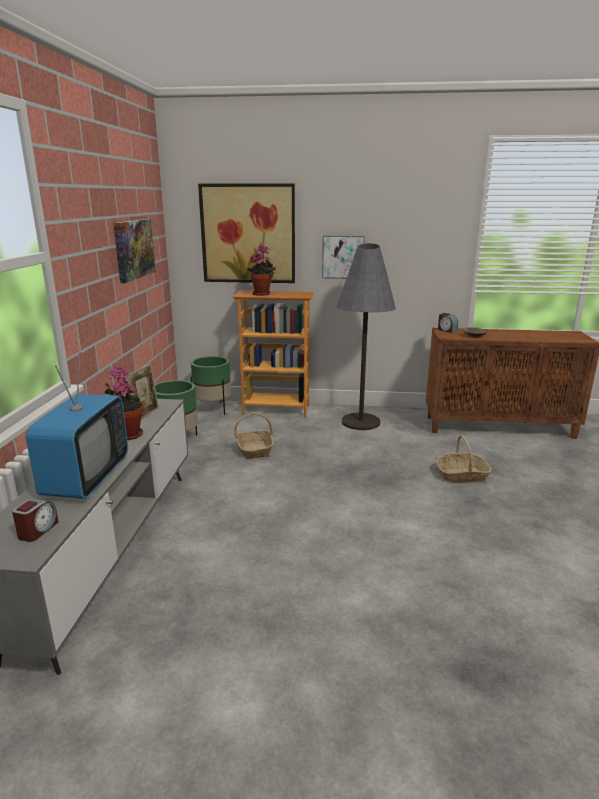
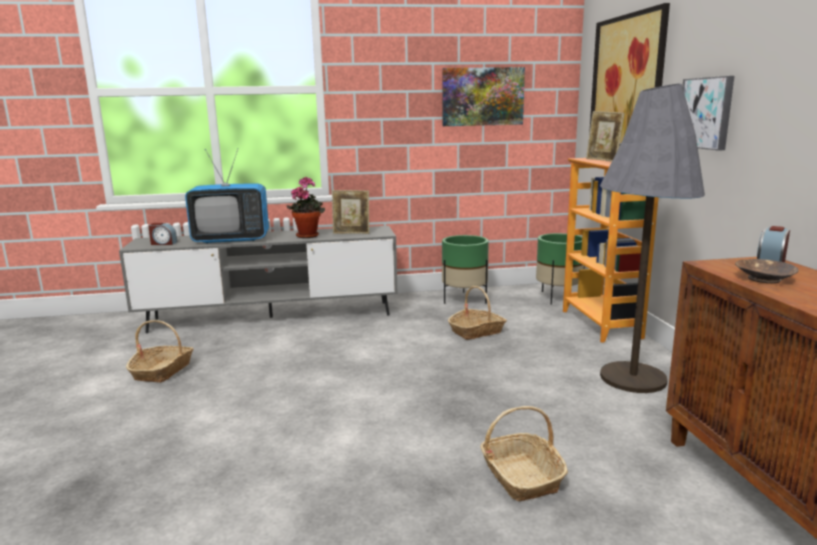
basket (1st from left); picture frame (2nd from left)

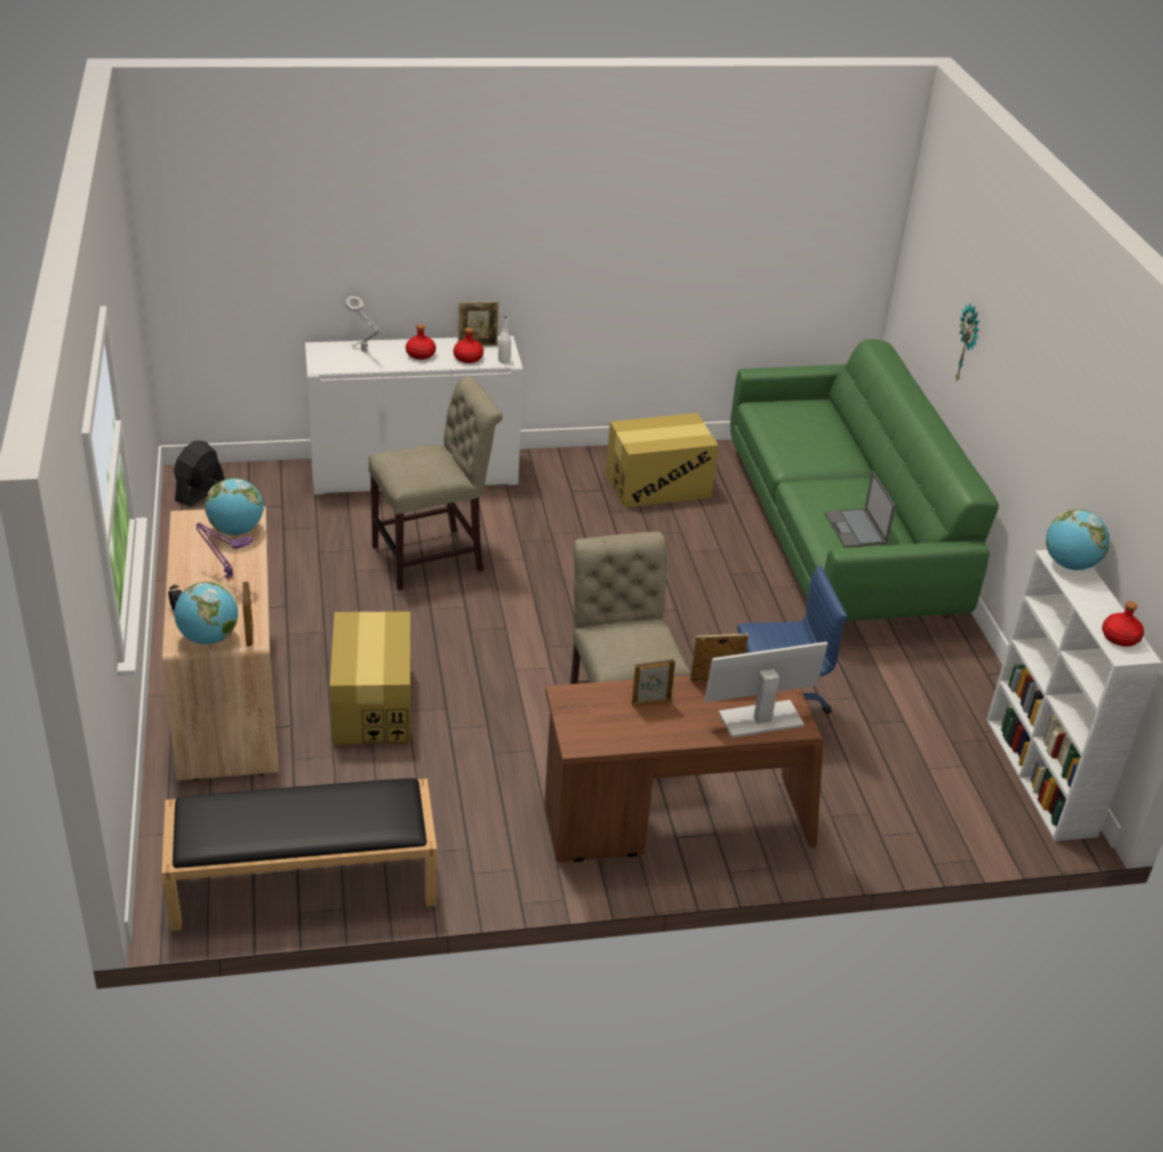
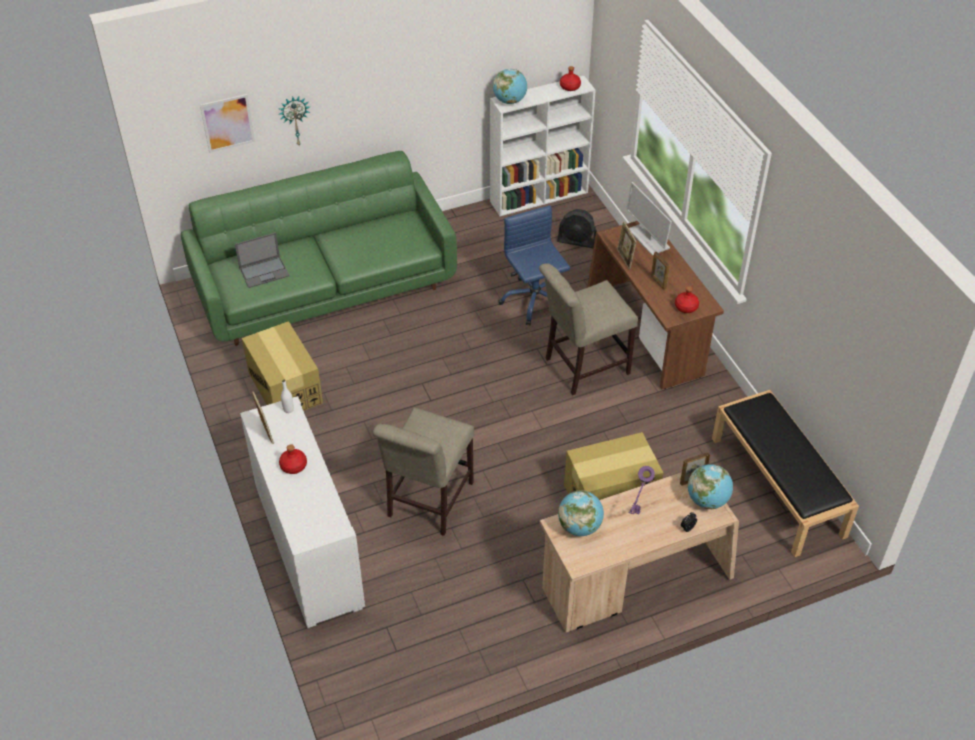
grey table lamp; picture; black fan; red bottle (3rd from left); laptop; beige chair (1st from left)

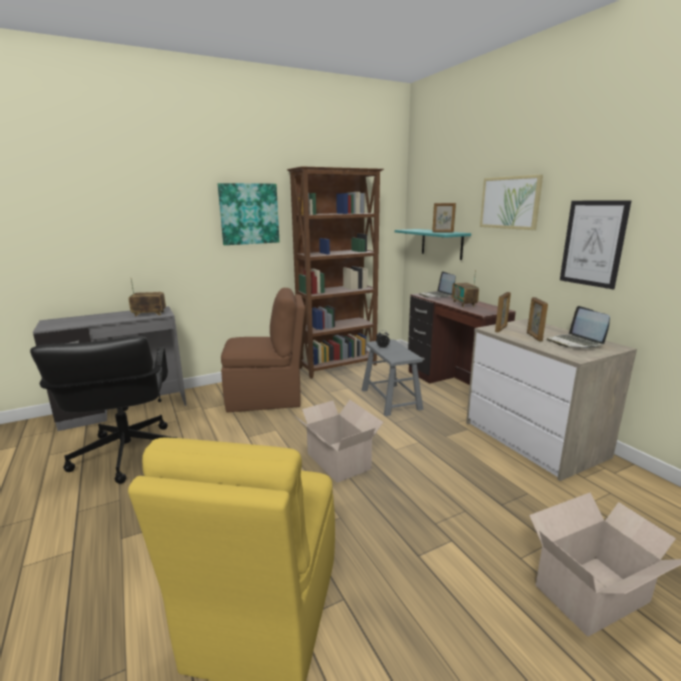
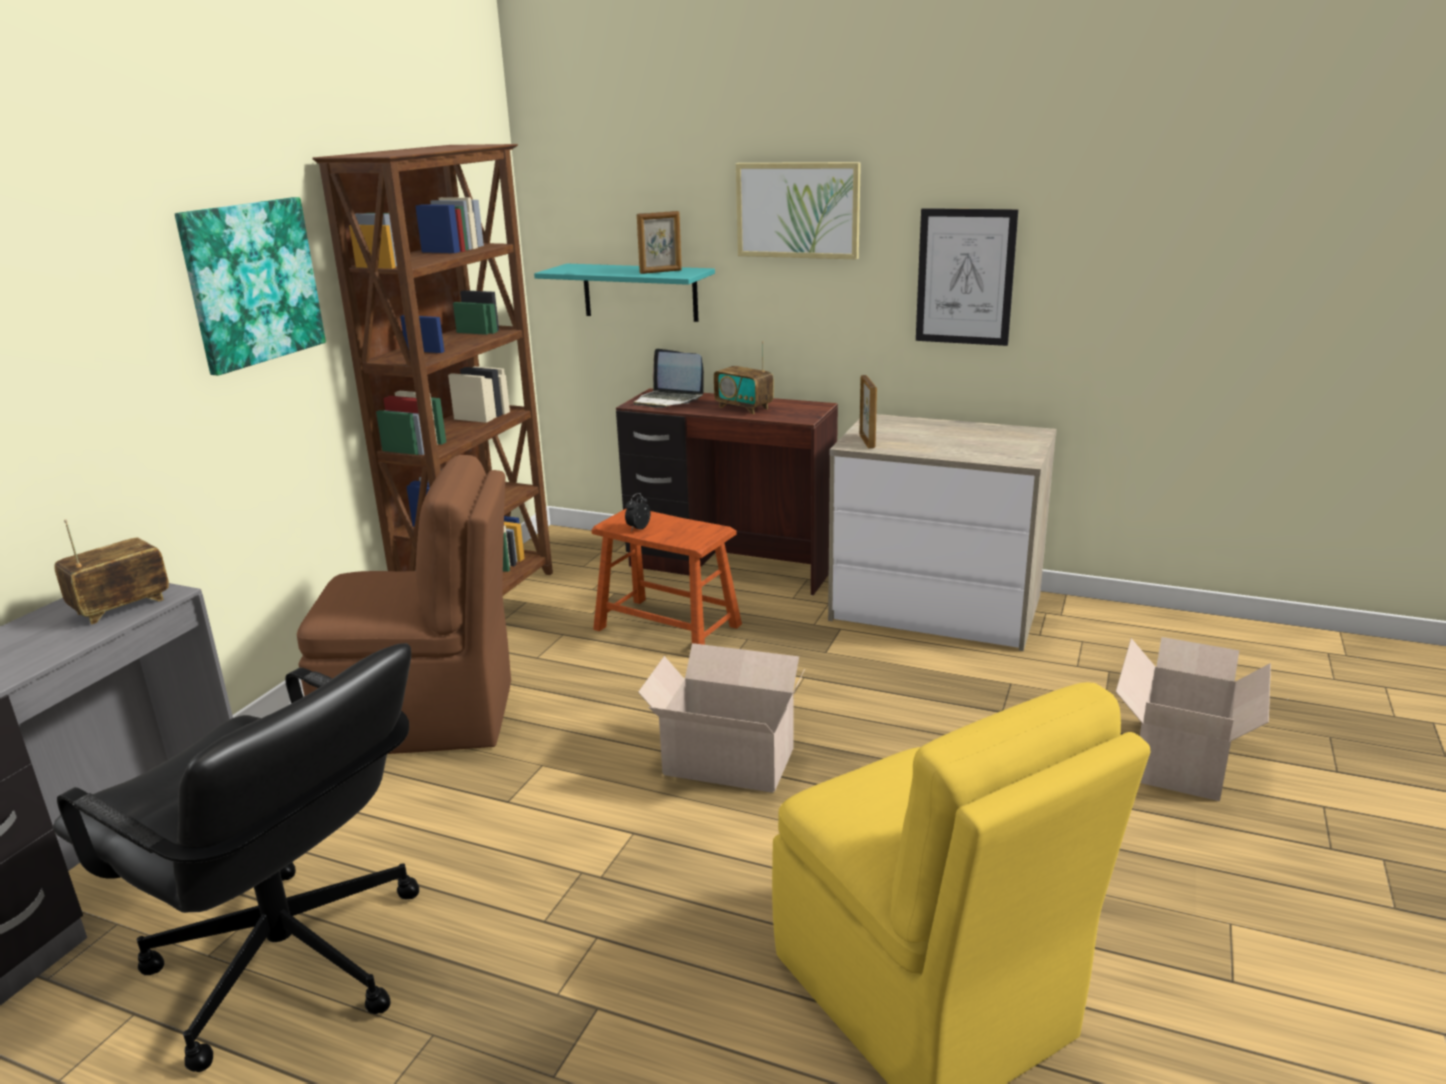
picture frame (3rd from left in the first image); laptop (2nd from left in the first image); brown stool; brown chair

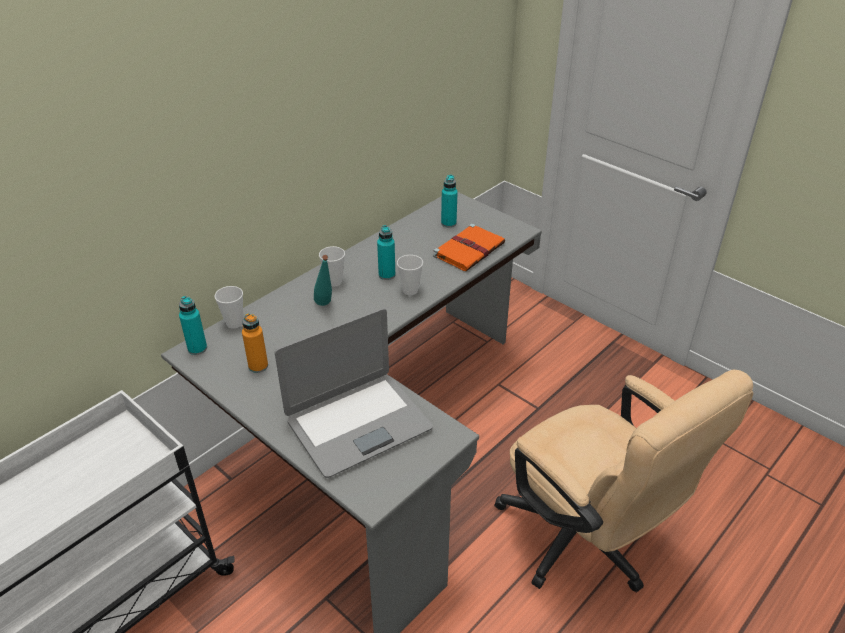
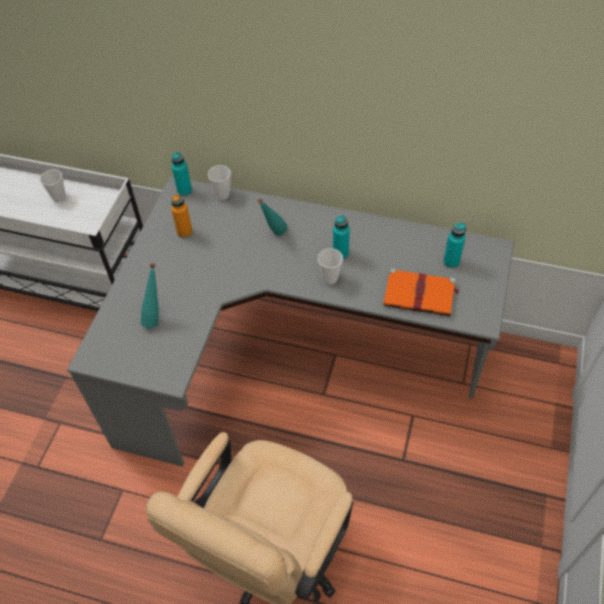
cup (1st from left); turquoise bottle (1st from left)

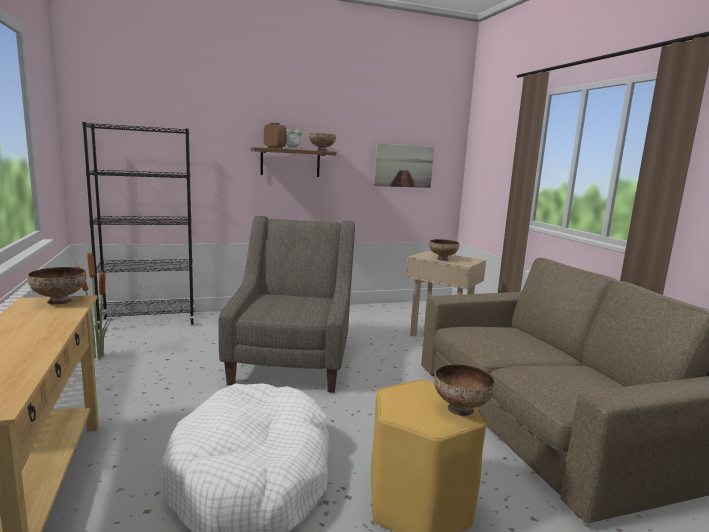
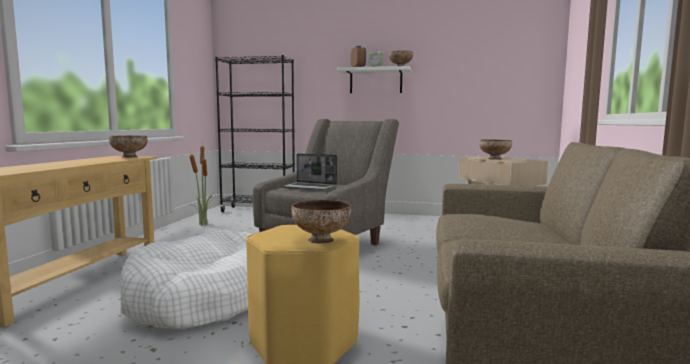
picture; laptop; white shelf

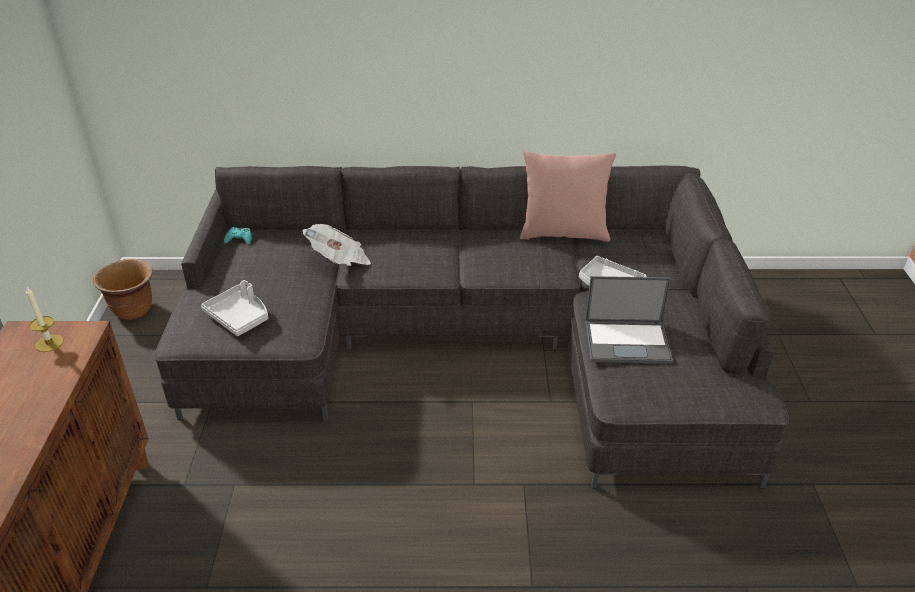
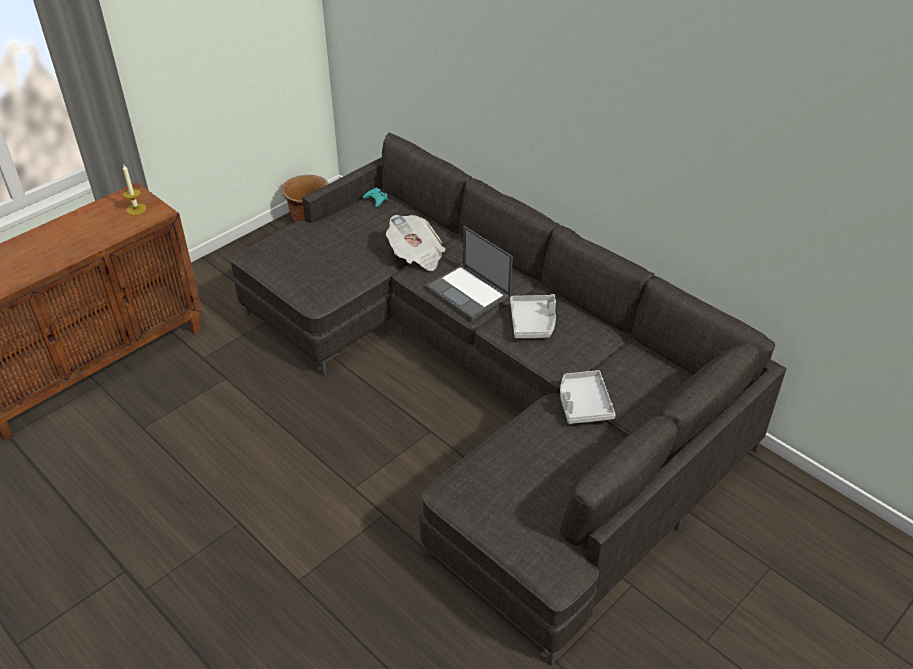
pink pillow; grey tray (1st from left); laptop

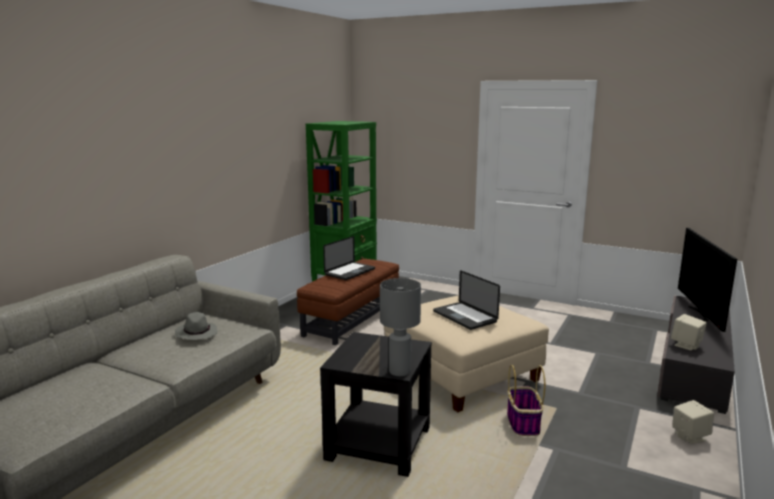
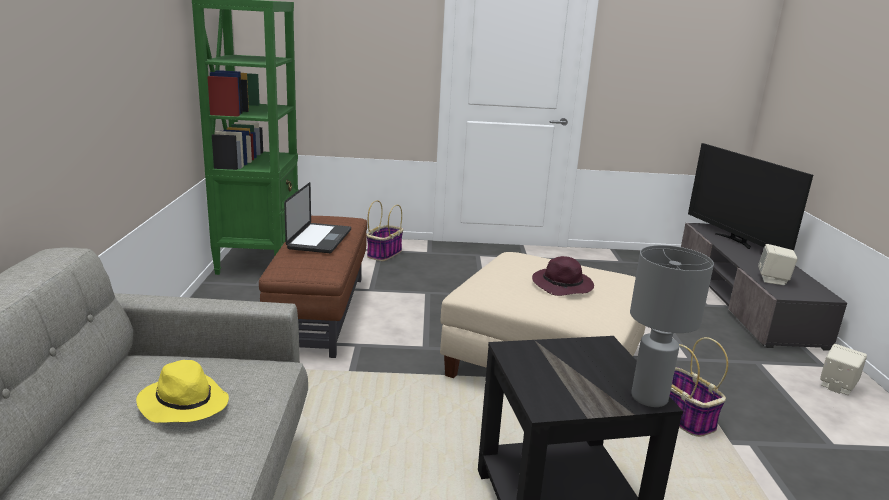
basket (1st from left); purple hat; yellow hat

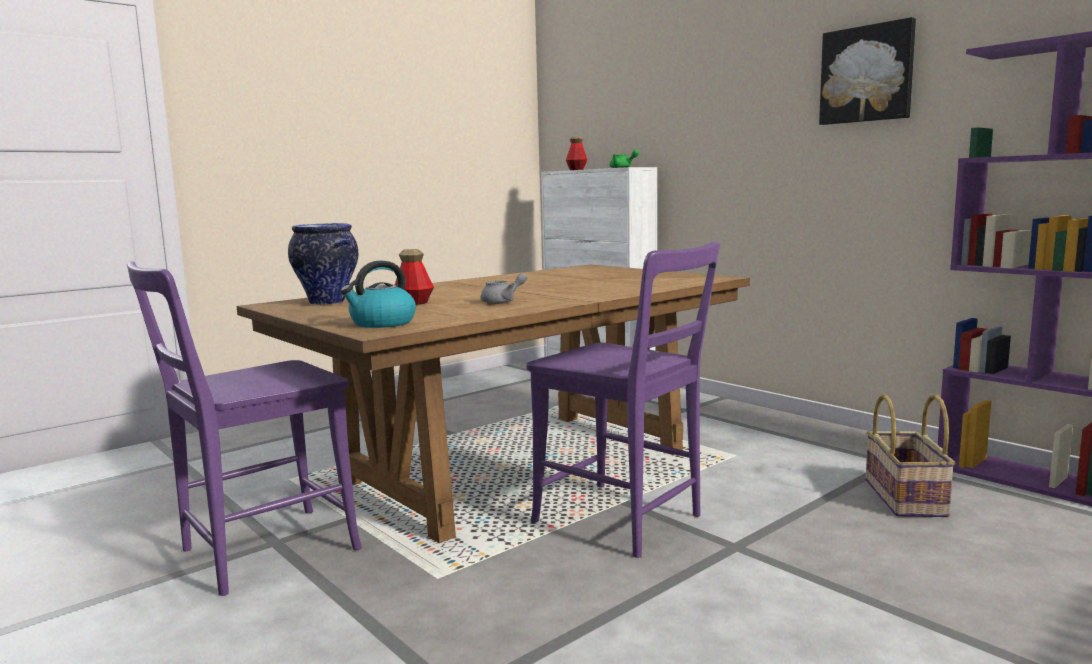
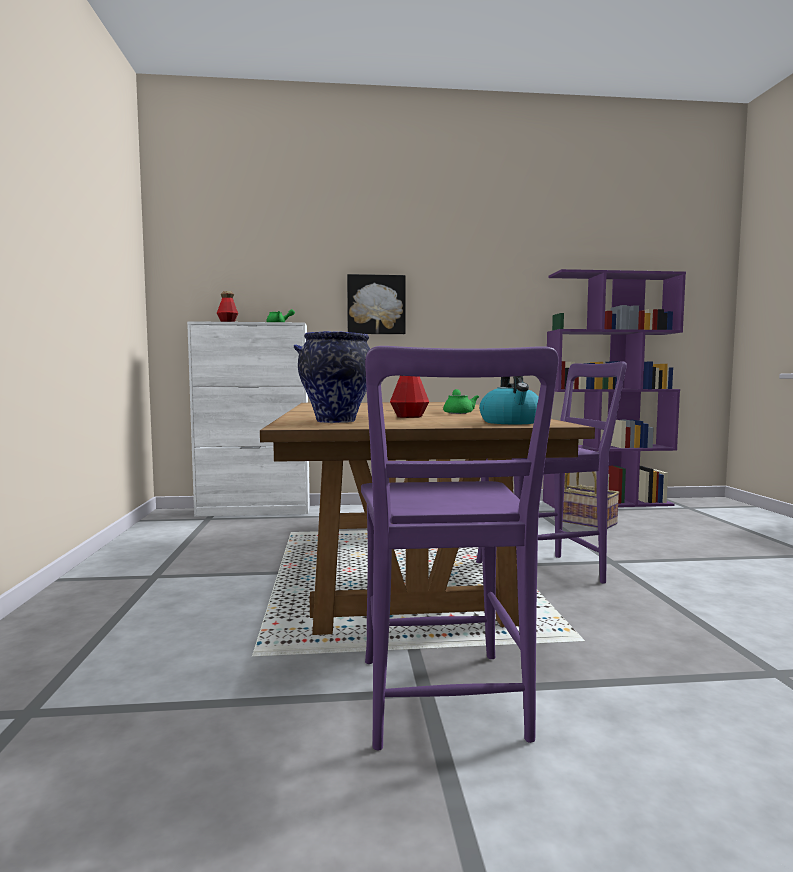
picture; green teapot (2nd from left)

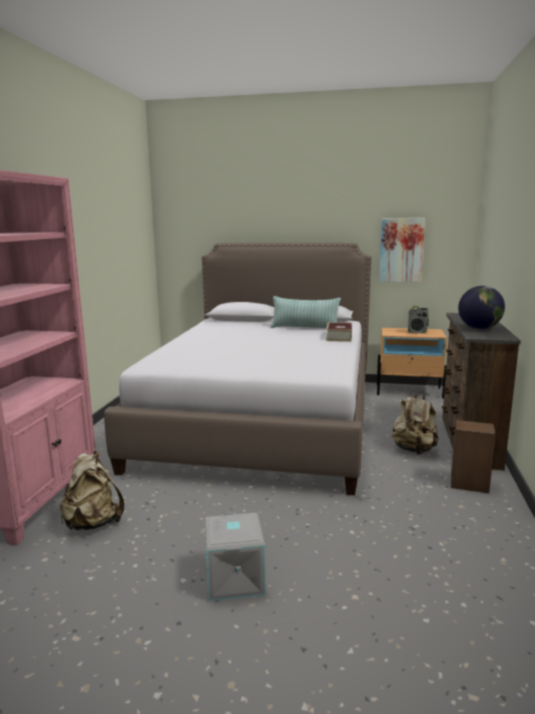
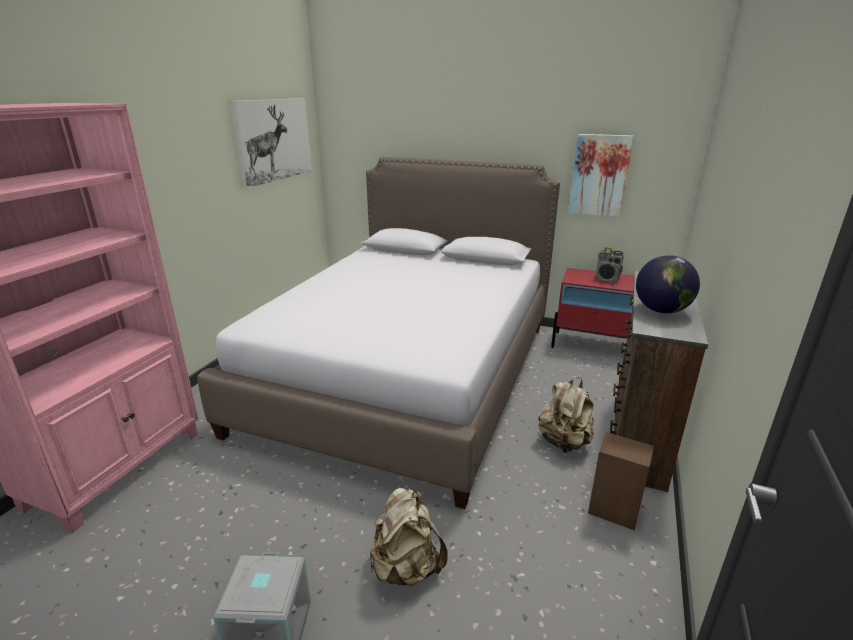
pillow; book; picture (1st from left); beige backpack (1st from left); red nightstand

